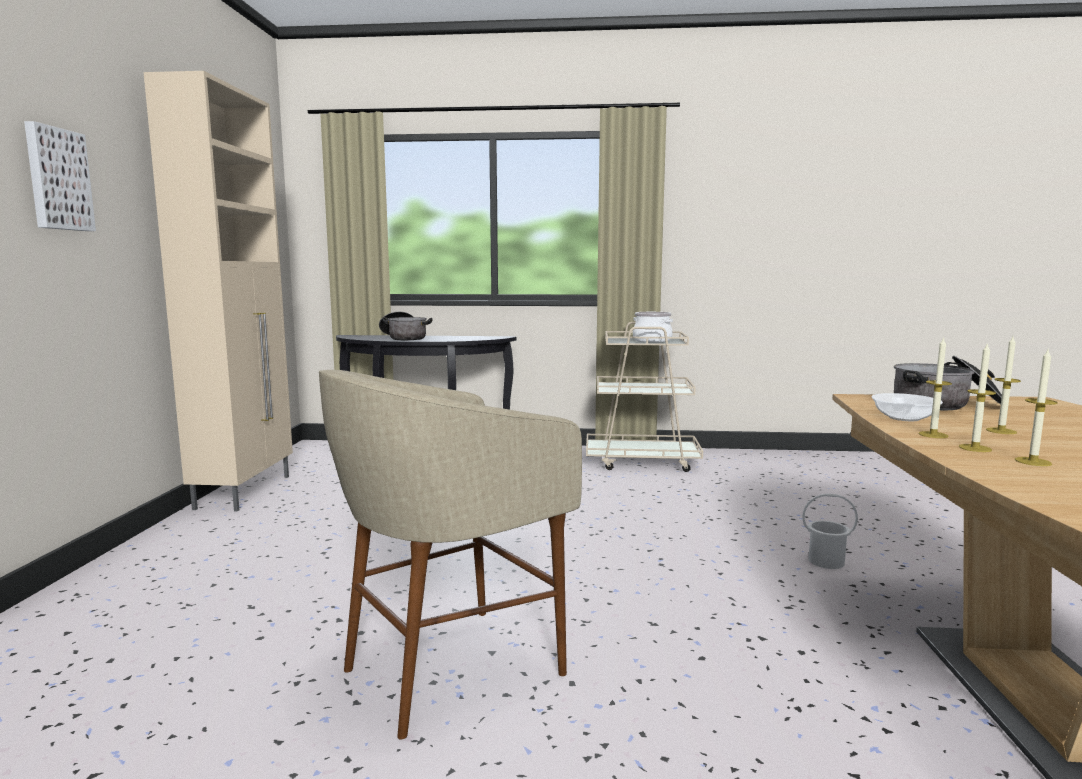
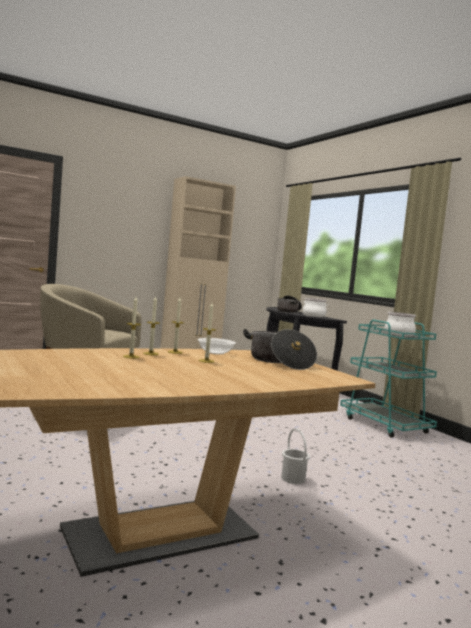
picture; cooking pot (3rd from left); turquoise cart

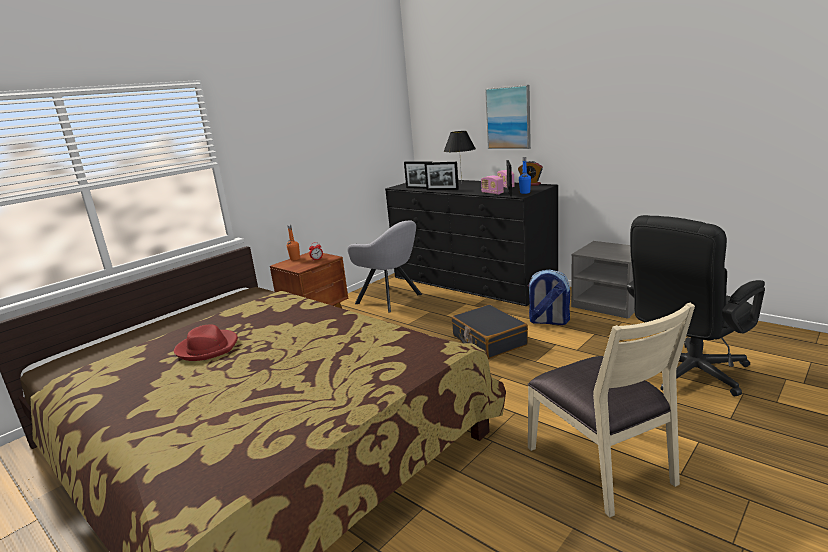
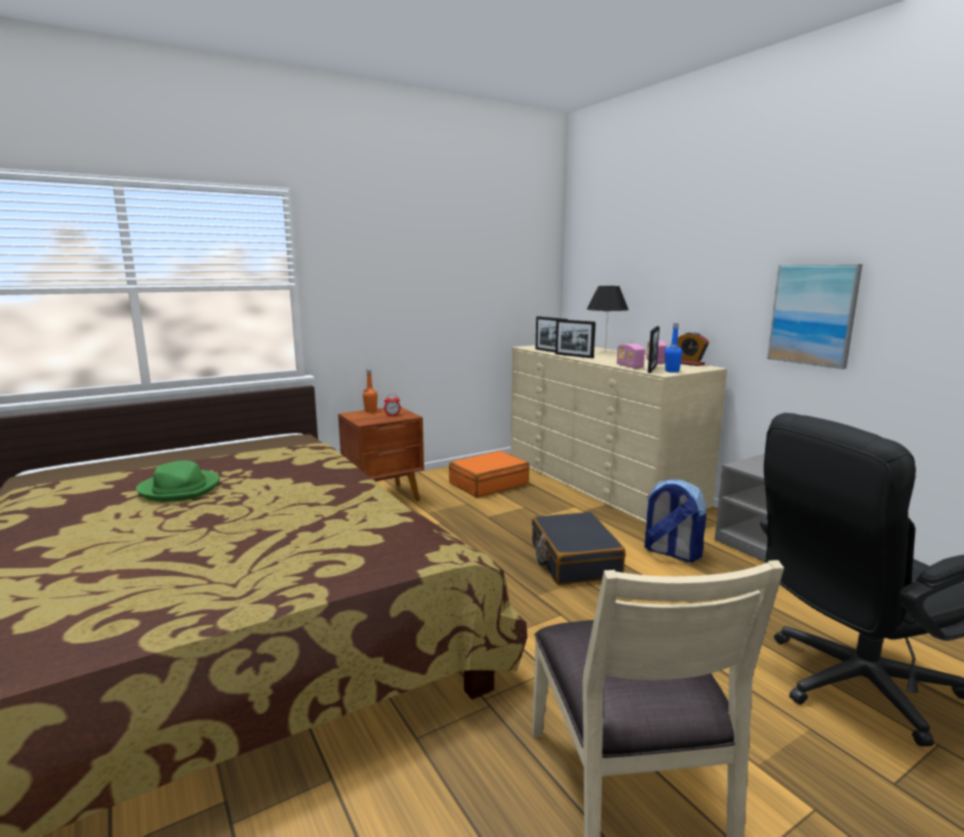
picture; orange suitcase; green hat; beige dresser

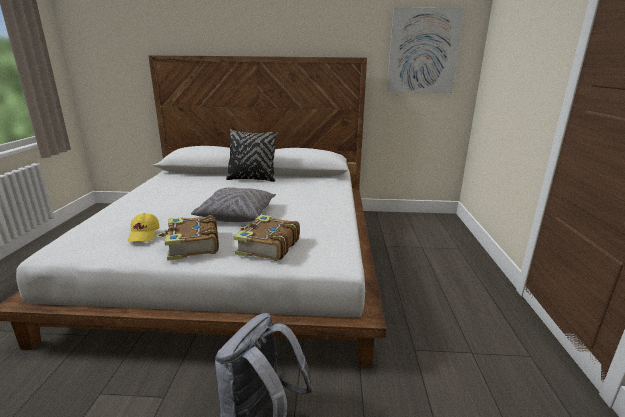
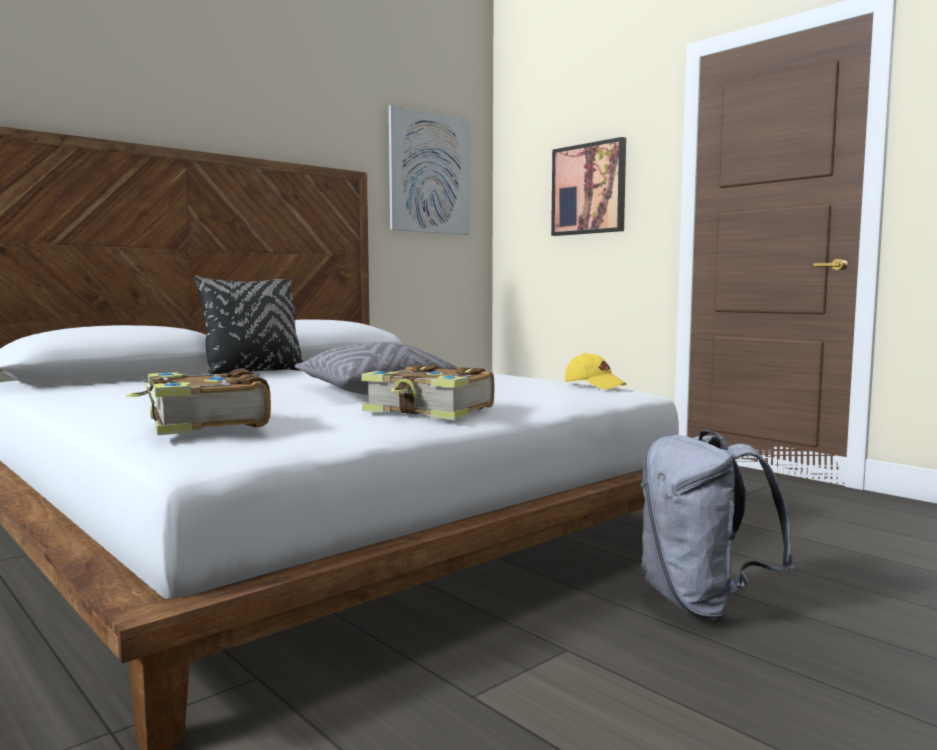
picture (2nd from left); yellow cap; book (1st from left)

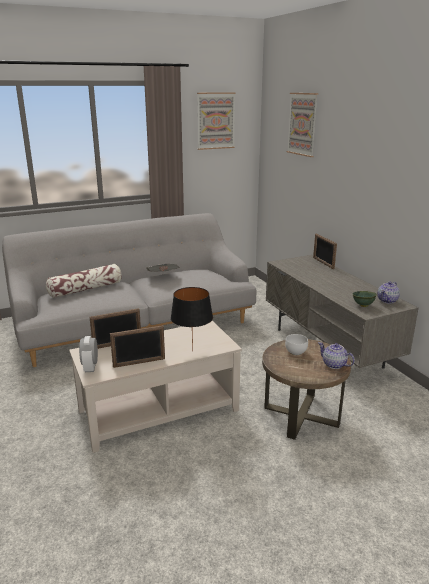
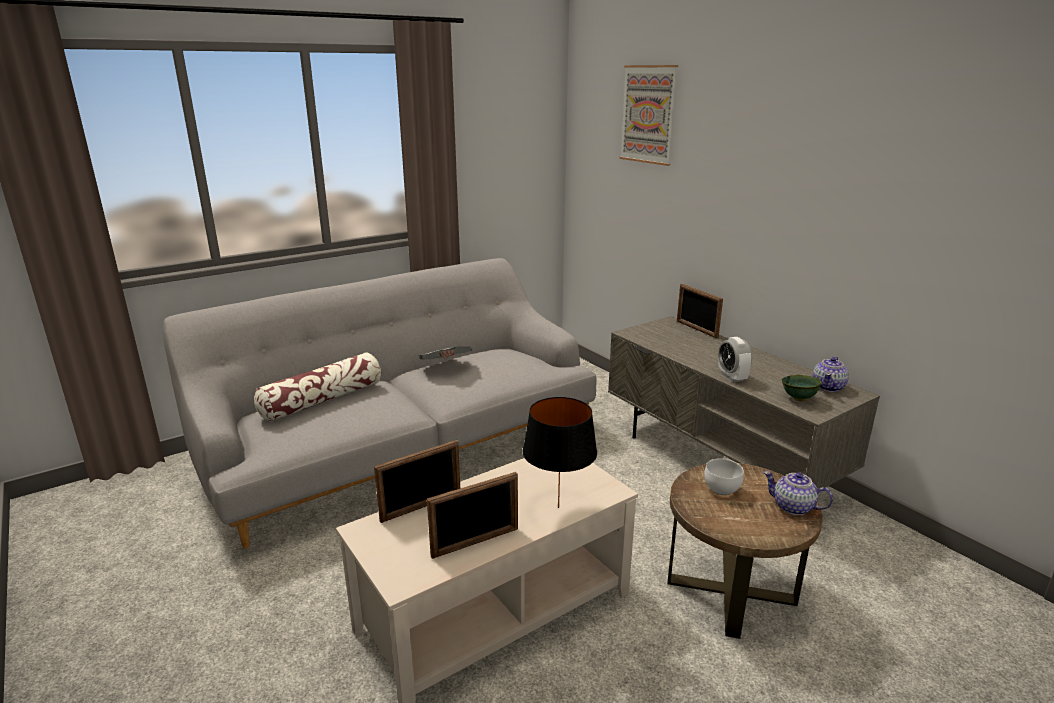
picture (1st from left in the first image); alarm clock

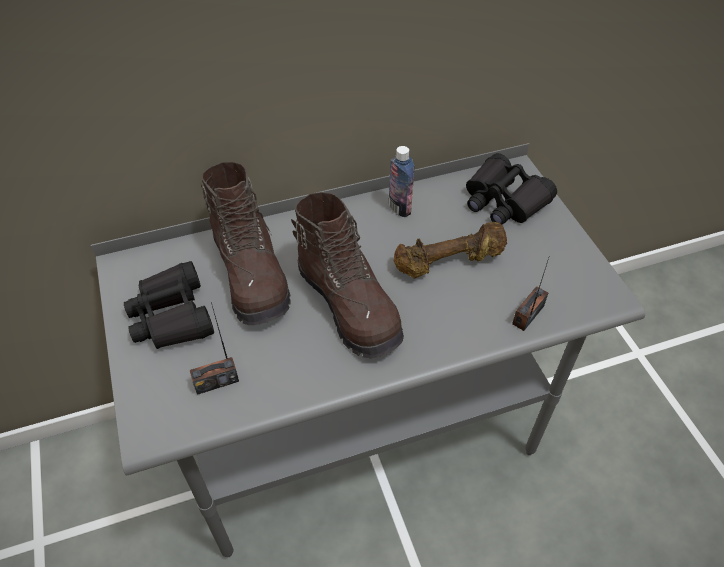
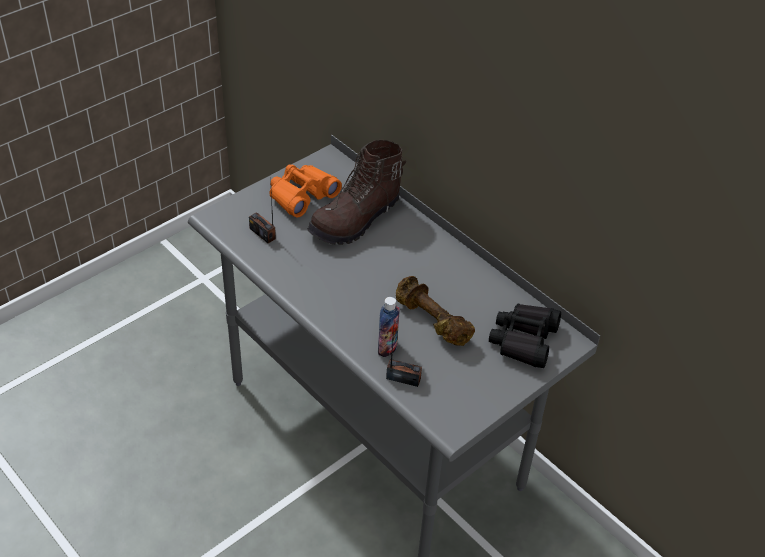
brown boot (2nd from left in the first image); bottle; orange binoculars

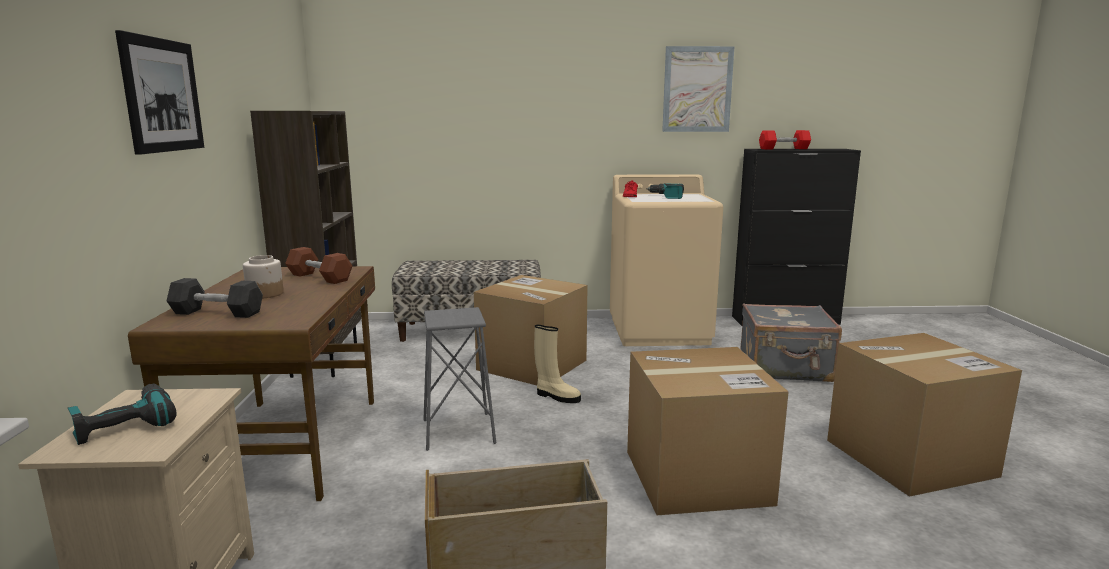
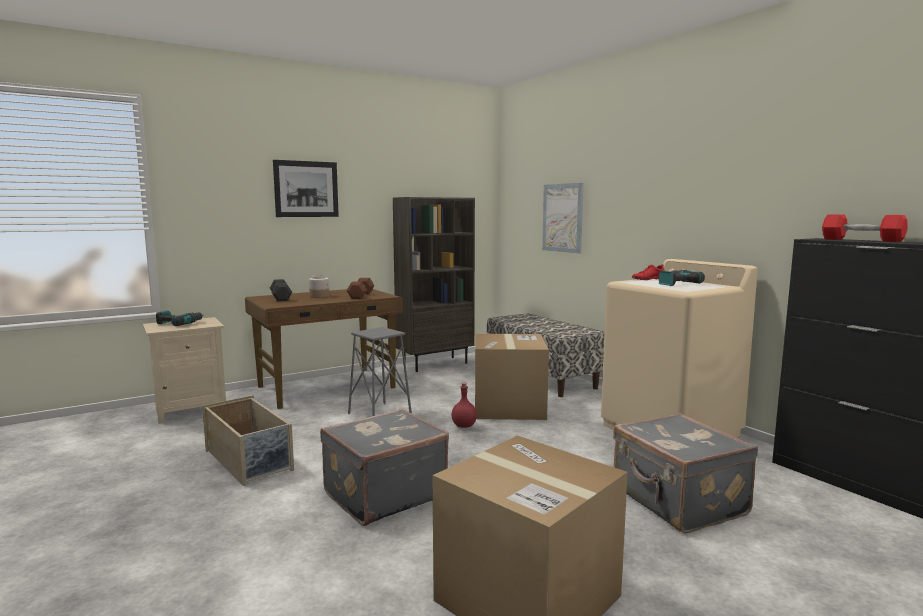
picture (2nd from left); red bottle; grey suitcase (1st from left)

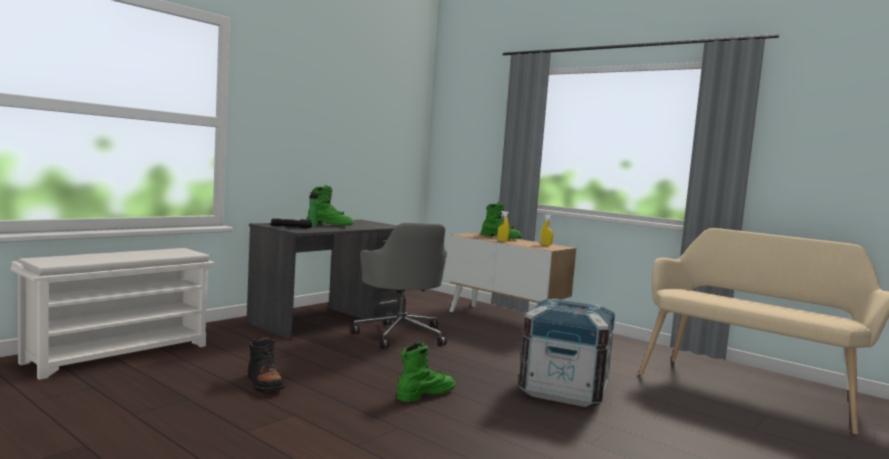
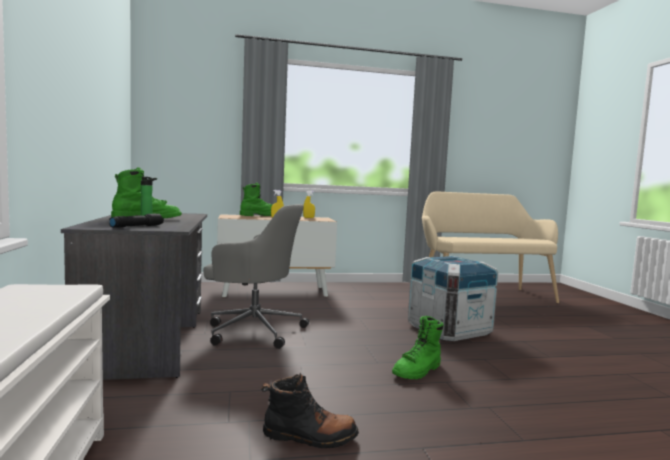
green boot (3rd from left)

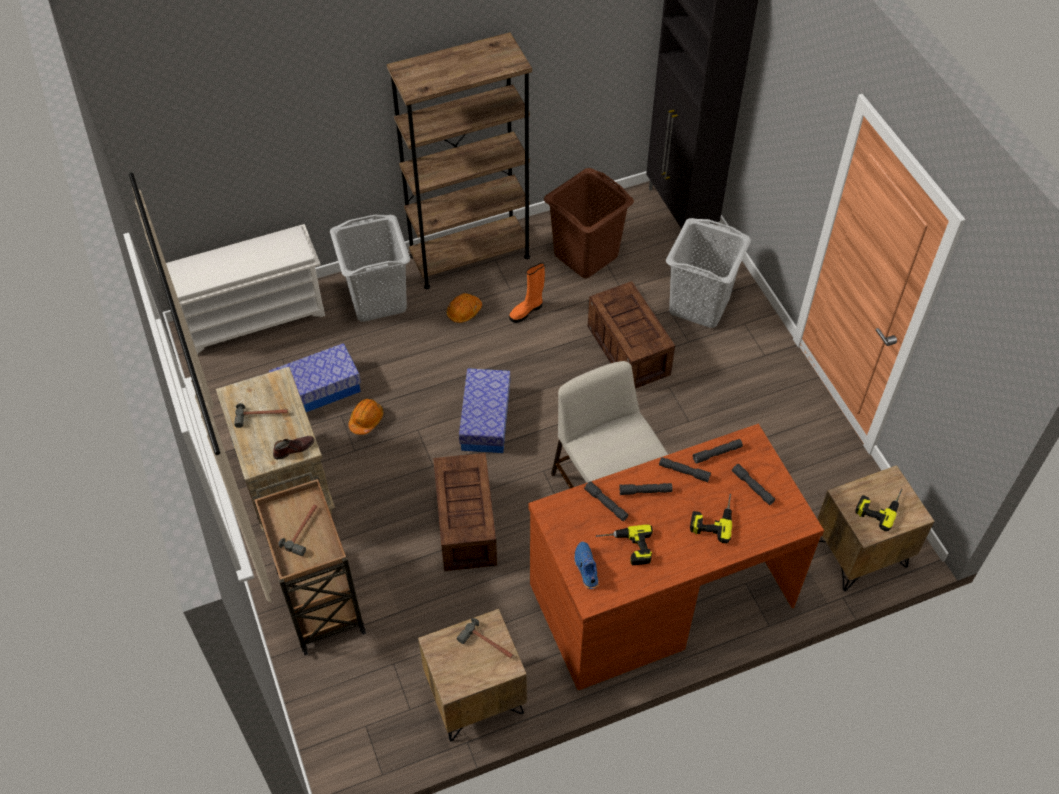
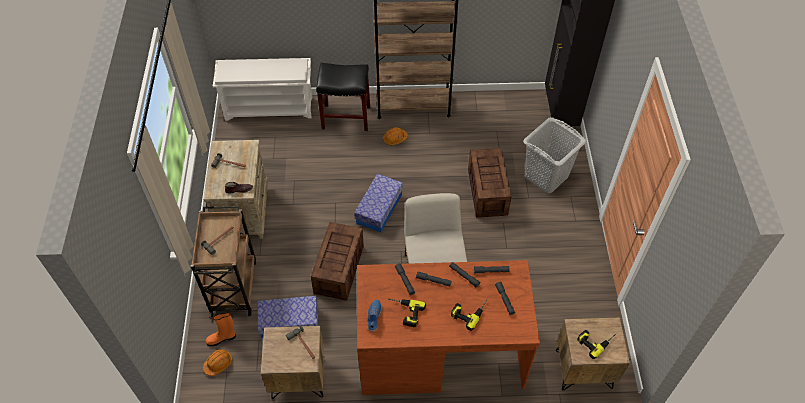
brown laundry basket; storage box (1st from left); orange hard hat (1st from left); orange boot; black stool

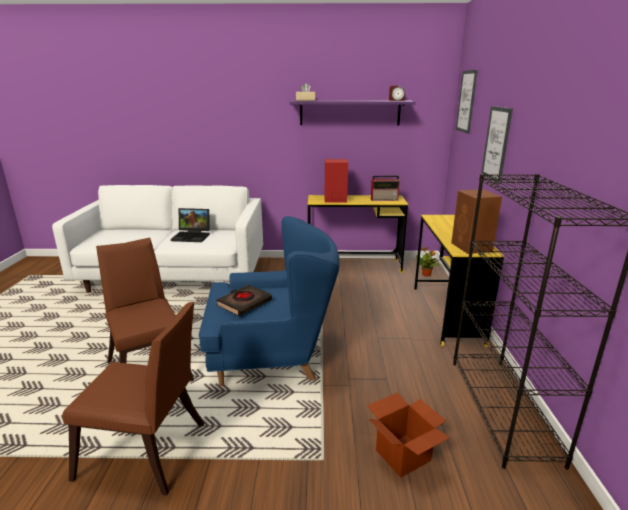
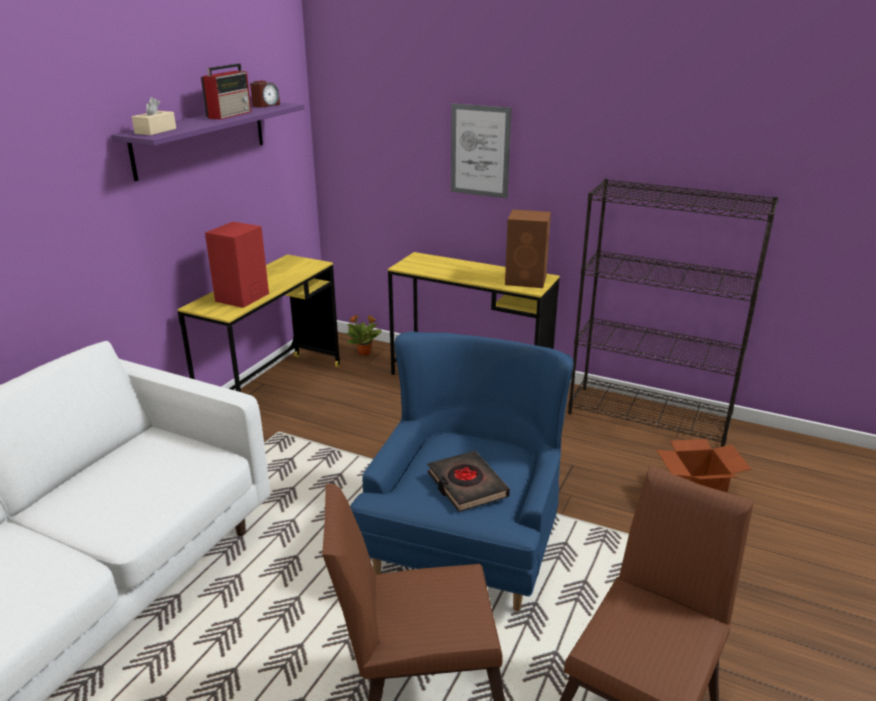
laptop; picture (1st from left in the first image); radio

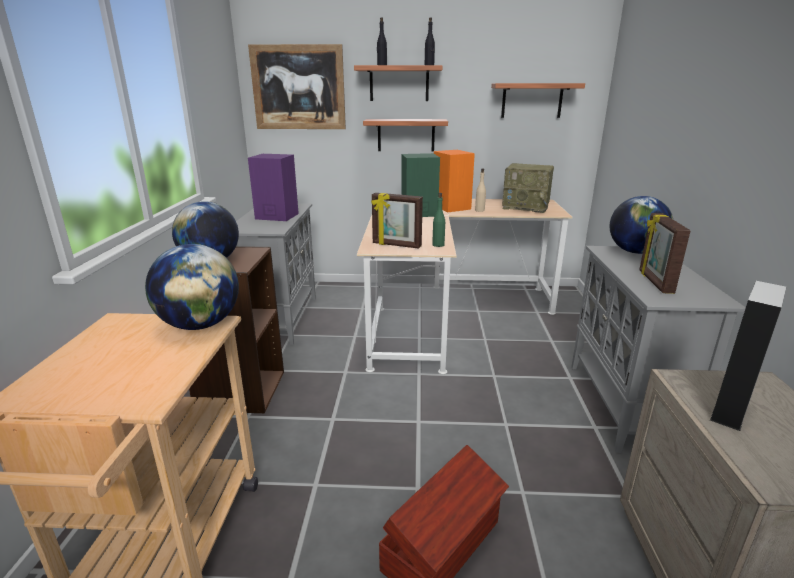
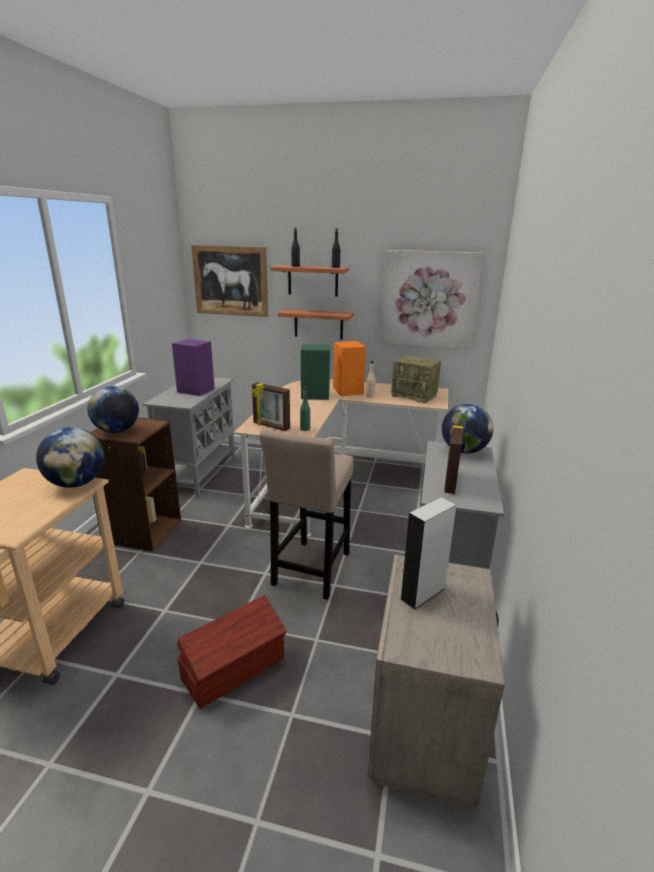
beige stool; picture (2nd from left)

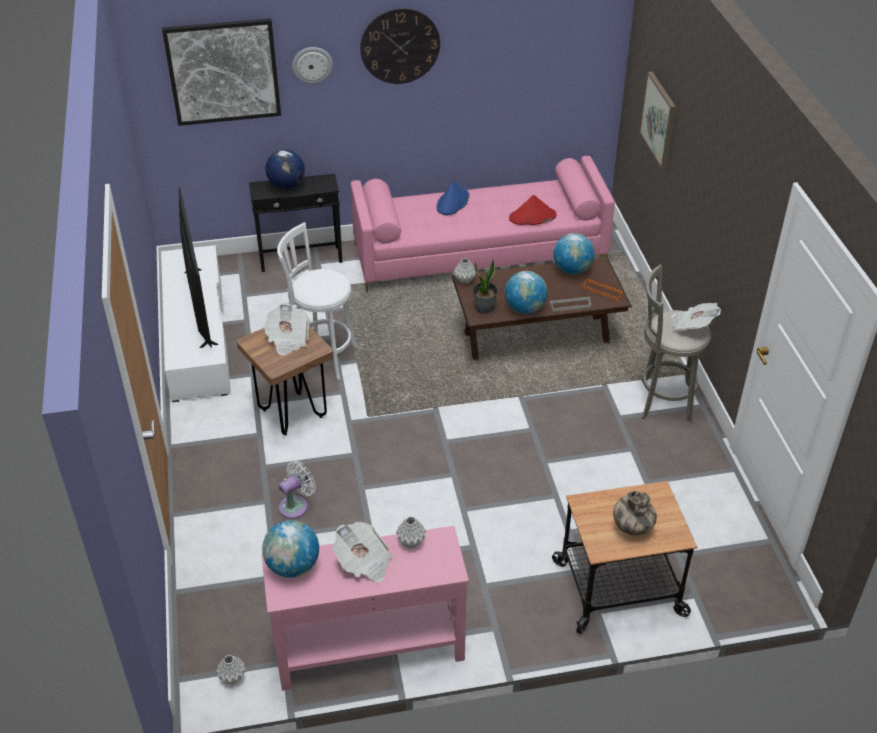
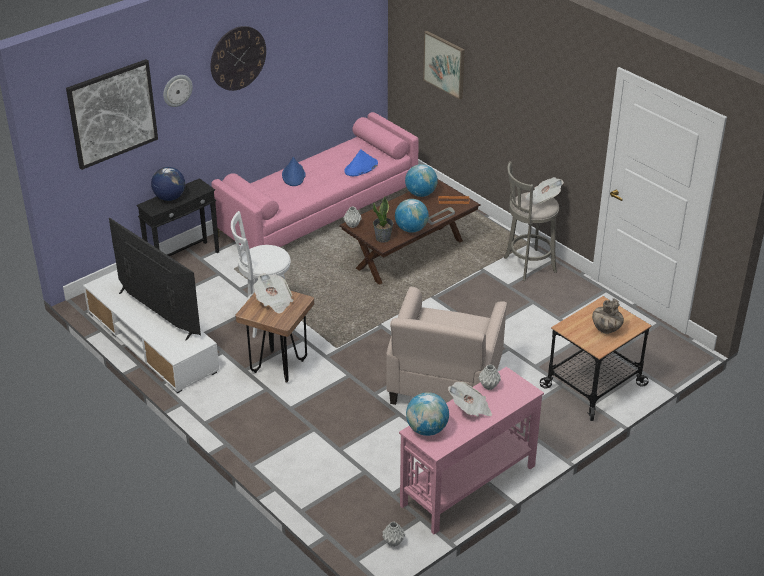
white fan; beige armchair; blue hat (2nd from left)

